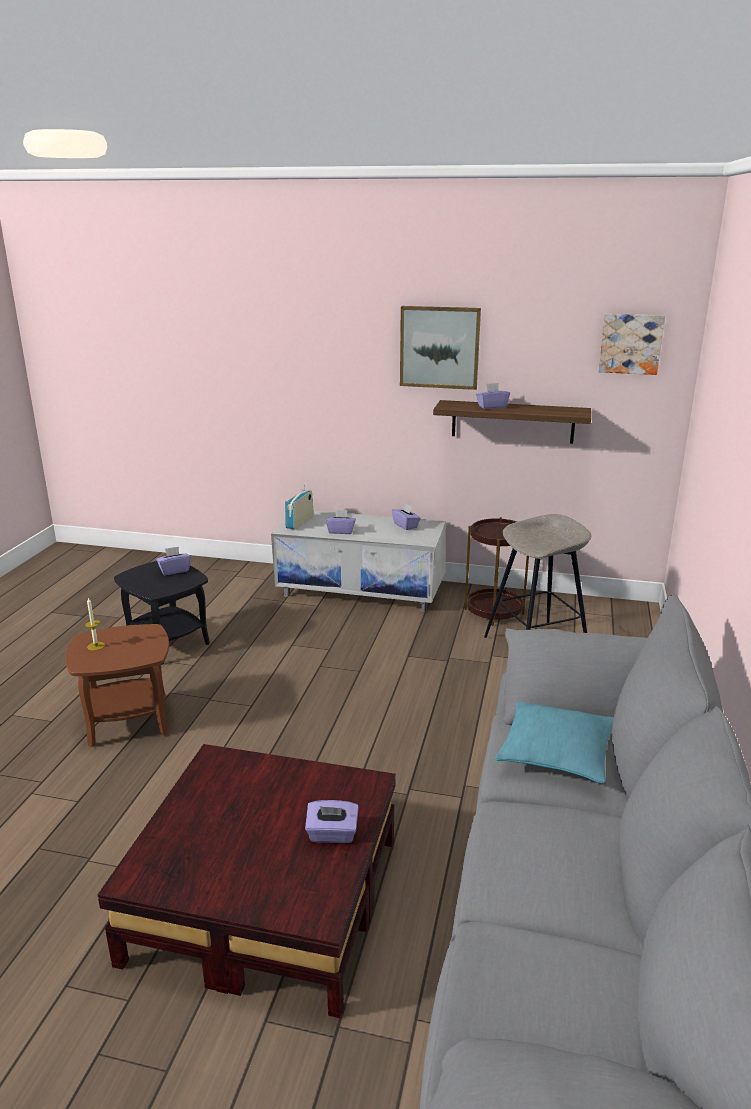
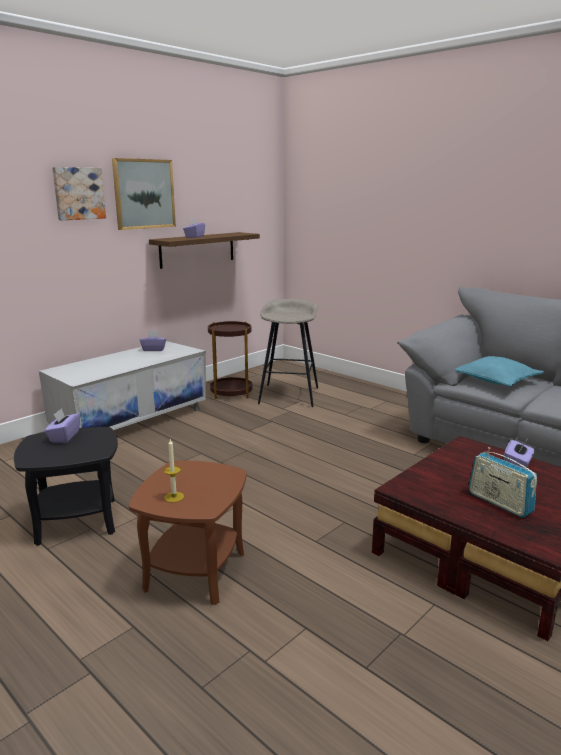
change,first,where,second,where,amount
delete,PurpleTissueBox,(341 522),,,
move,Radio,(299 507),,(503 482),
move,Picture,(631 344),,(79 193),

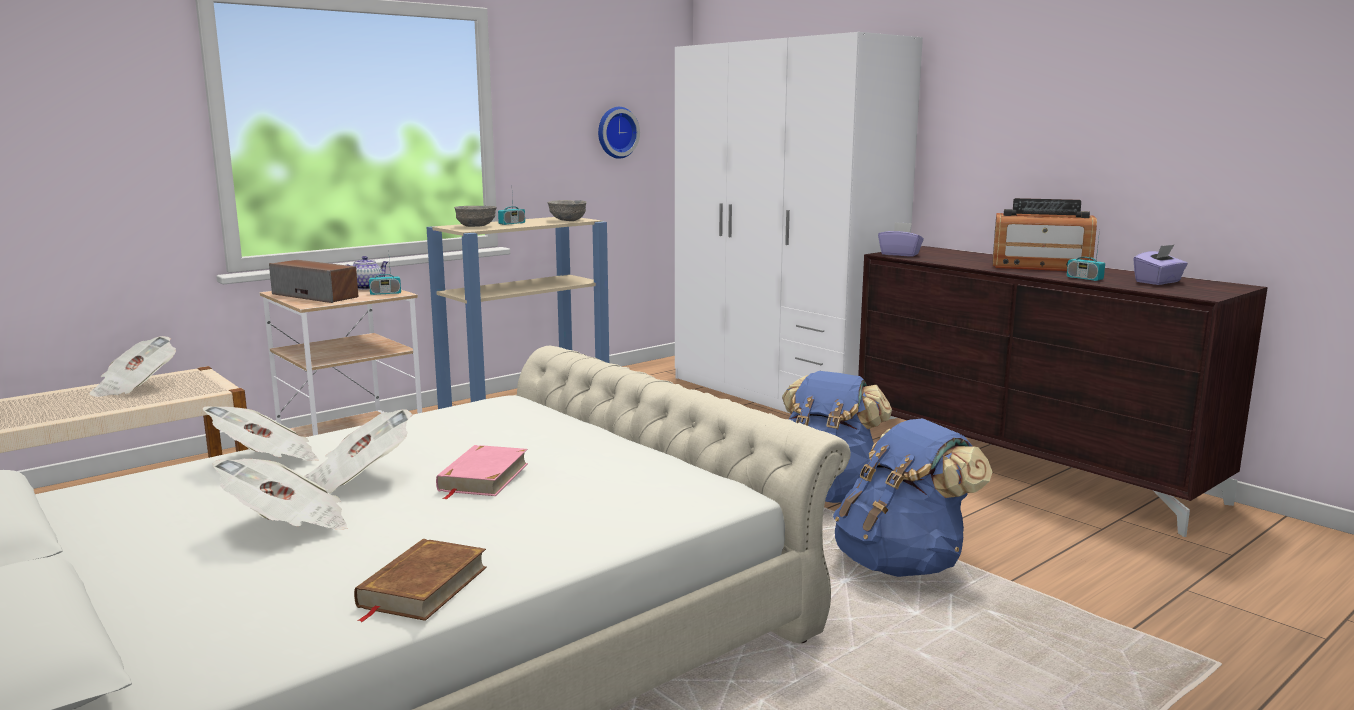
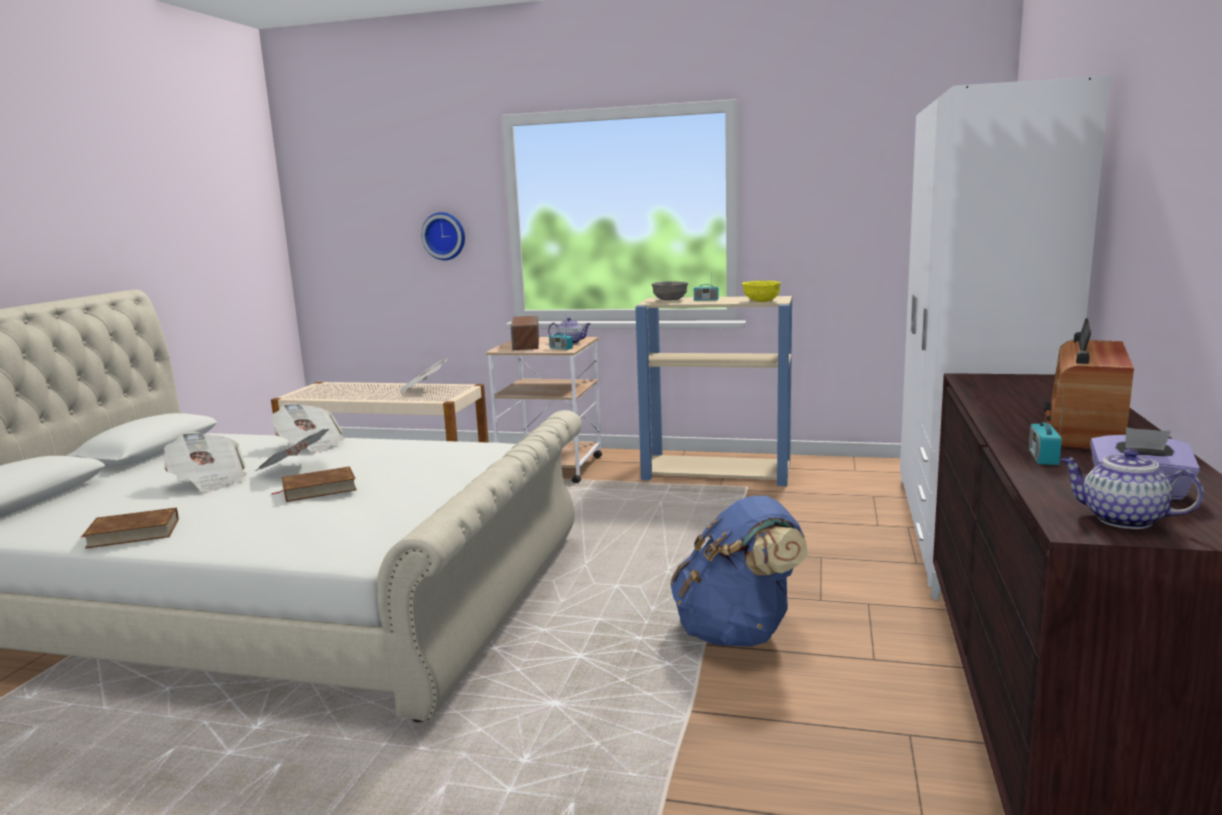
change,first,where,second,where,amount
delete,BlueBackpack,(912 497),,,
delete,PurpleTissueBox,(901 239),,,
insert,,,Teapot,(1132 489),
move,WallClock,(619 133),,(443 236),
recolor,PinkBook,(482 472),BrownBook,(314 484),
recolor,GreyBowl,(566 210),YellowBowl,(761 291),
rotate,Radio,(1045 234),,(1089 383),45 degrees clockwise

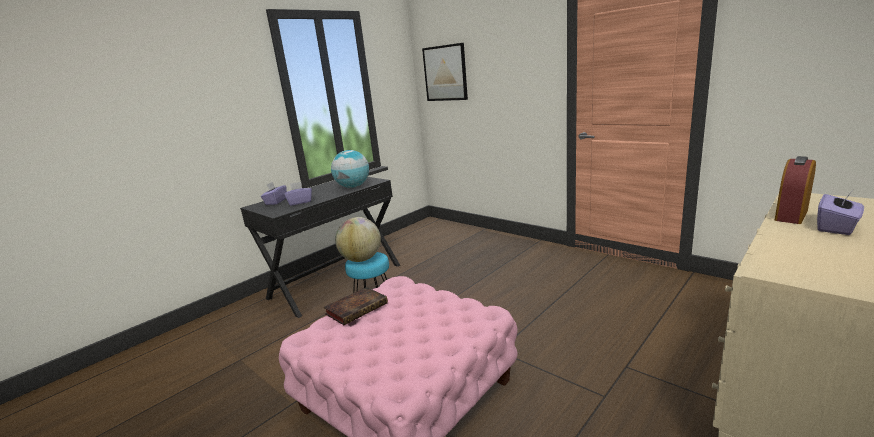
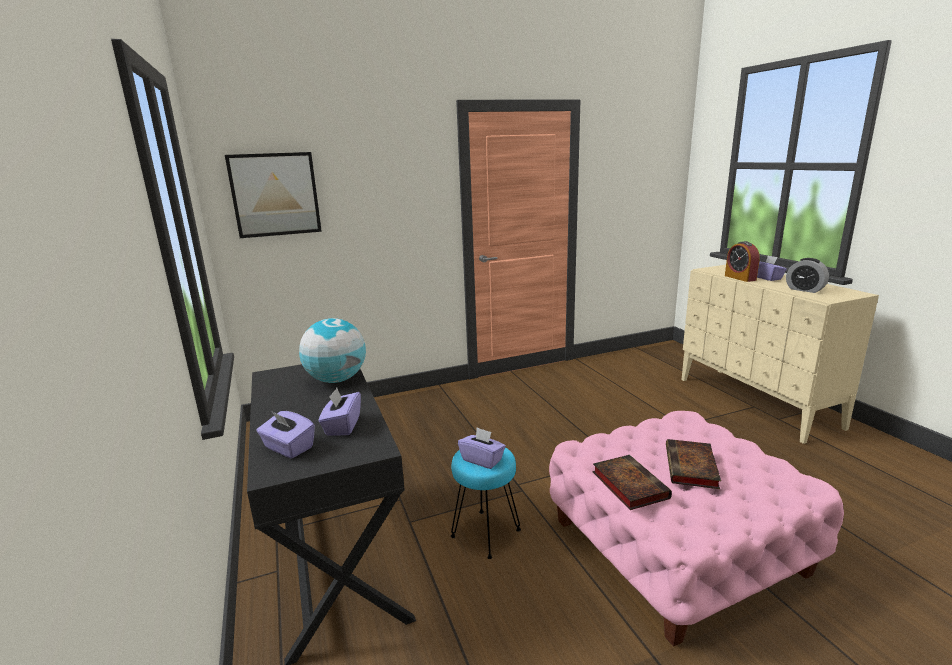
change,first,where,second,where,amount
insert,,,Book,(693 464),
insert,,,AlarmClock,(807 275),
replace,Globe,(358 239),PurpleTissueBox,(482 448),

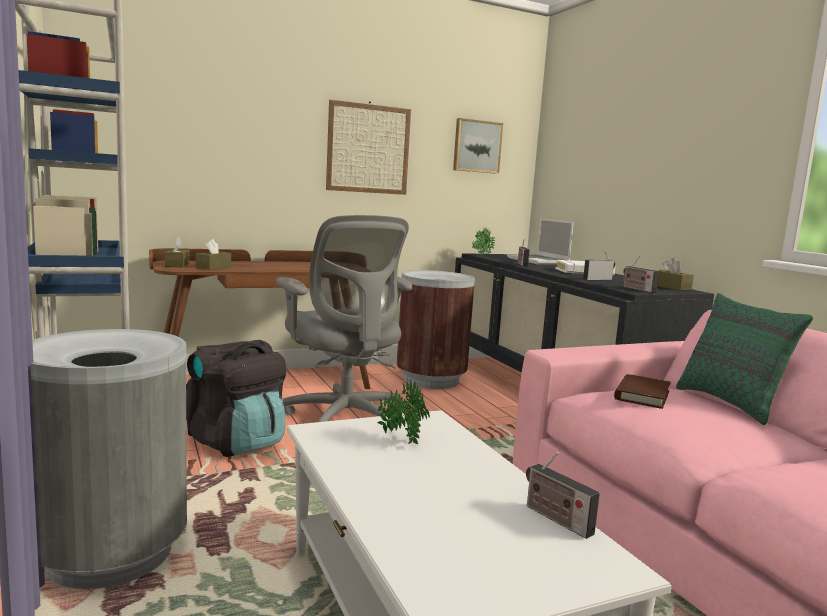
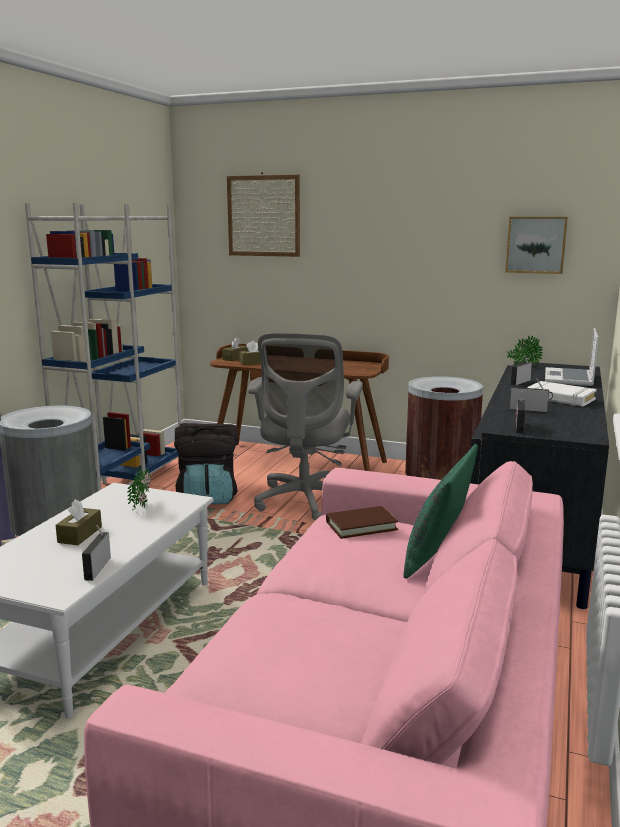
change,first,where,second,where,amount
move,Picture,(368 147),,(263 214),
move,BrownTissueBox,(675 274),,(78 522),

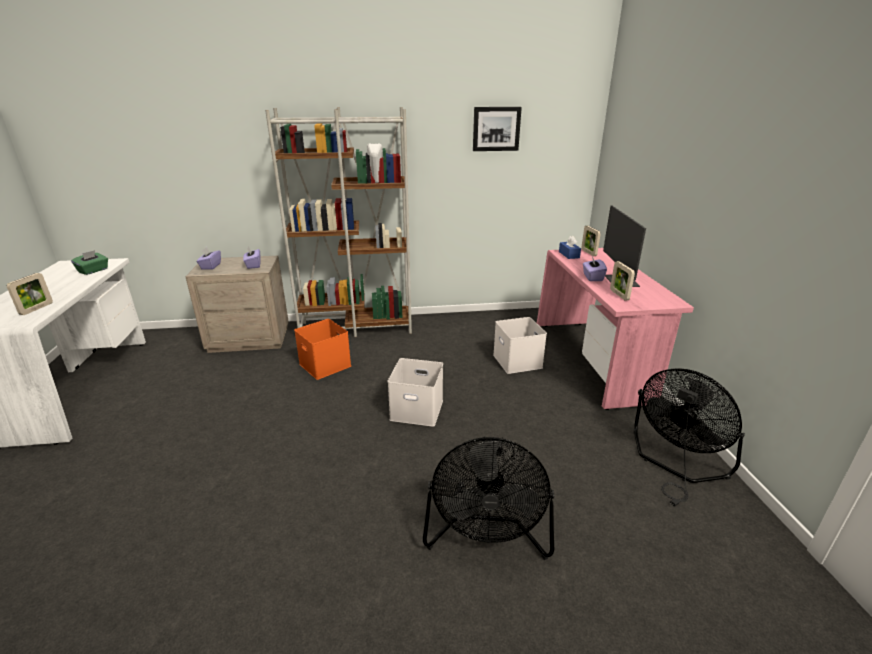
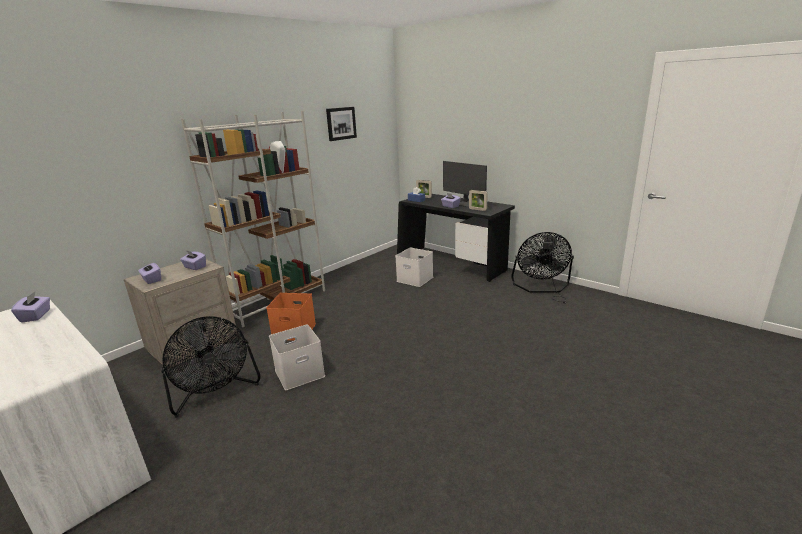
change,first,where,second,where,amount
delete,PictureFrame,(30 294),,,
move,WhiteStorageBox,(415 392),,(297 357),
move,BlackFan,(488 498),,(210 367),
recolor,GreenTissueBox,(89 262),PurpleTissueBox,(30 307),
recolor,PinkDesk,(615 329),BlackDesk,(456 238),

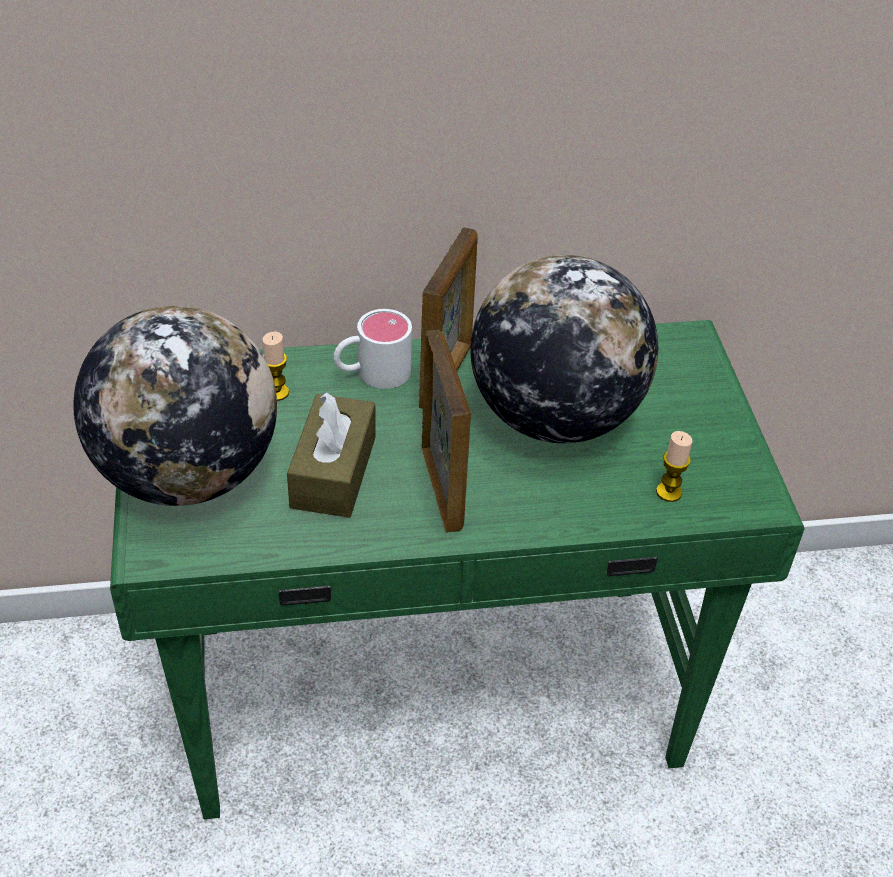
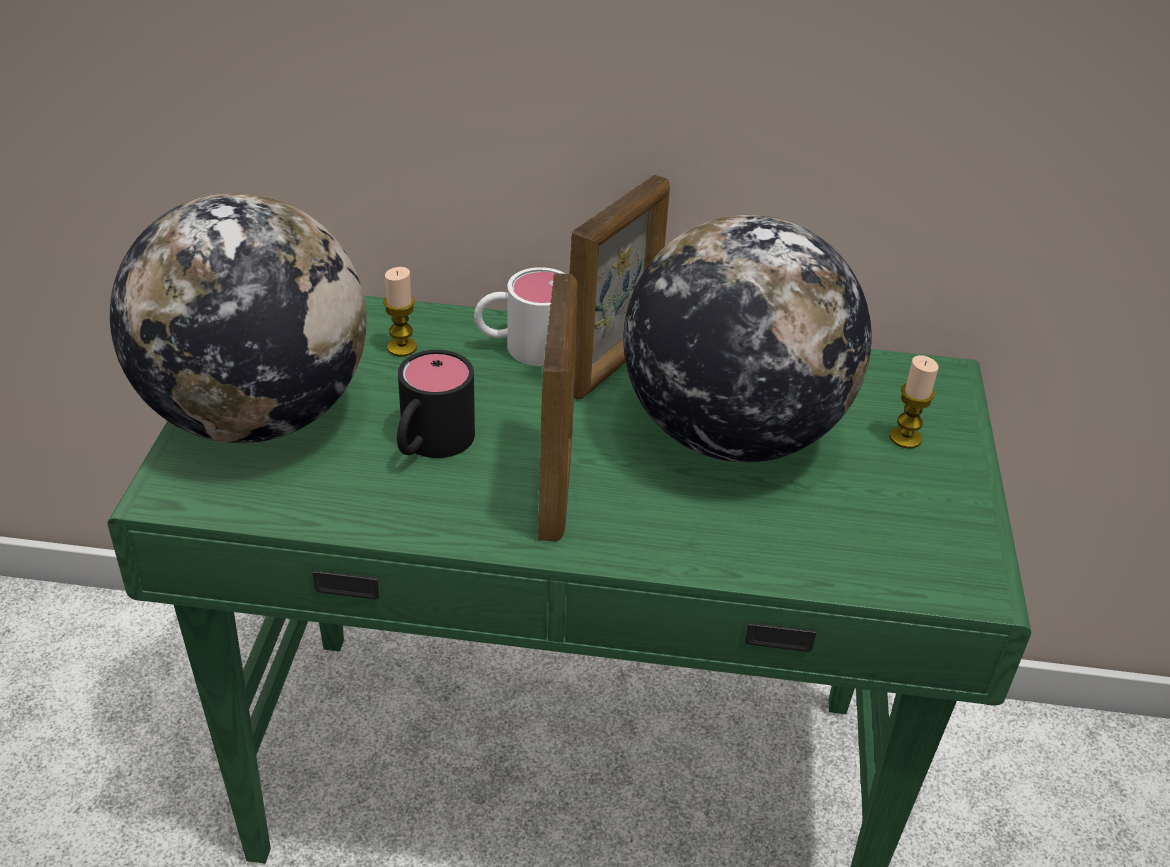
change,first,where,second,where,amount
move,Candle,(674 466),,(914 402),
replace,BrownTissueBox,(331 455),BlackMug,(436 404),

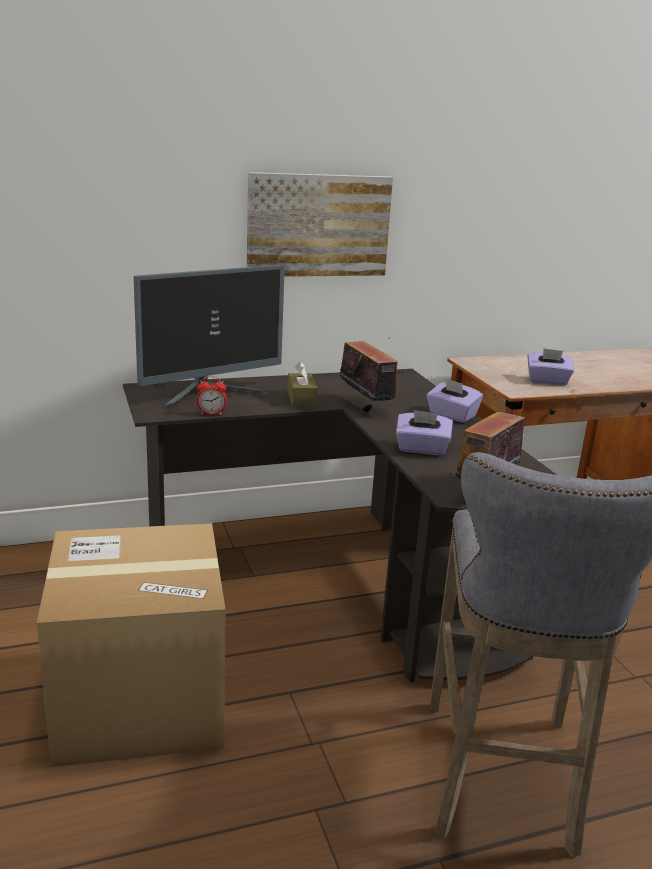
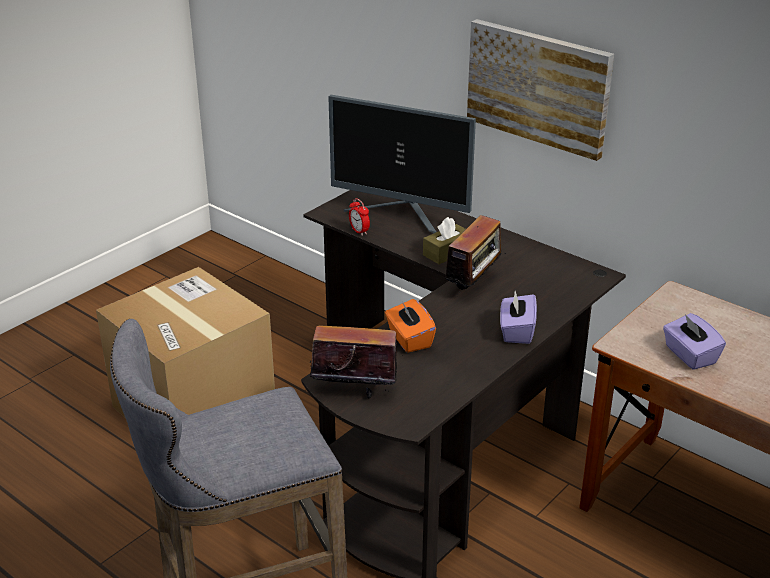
change,first,where,second,where,amount
recolor,PurpleTissueBox,(424 432),OrangeTissueBox,(410 326),

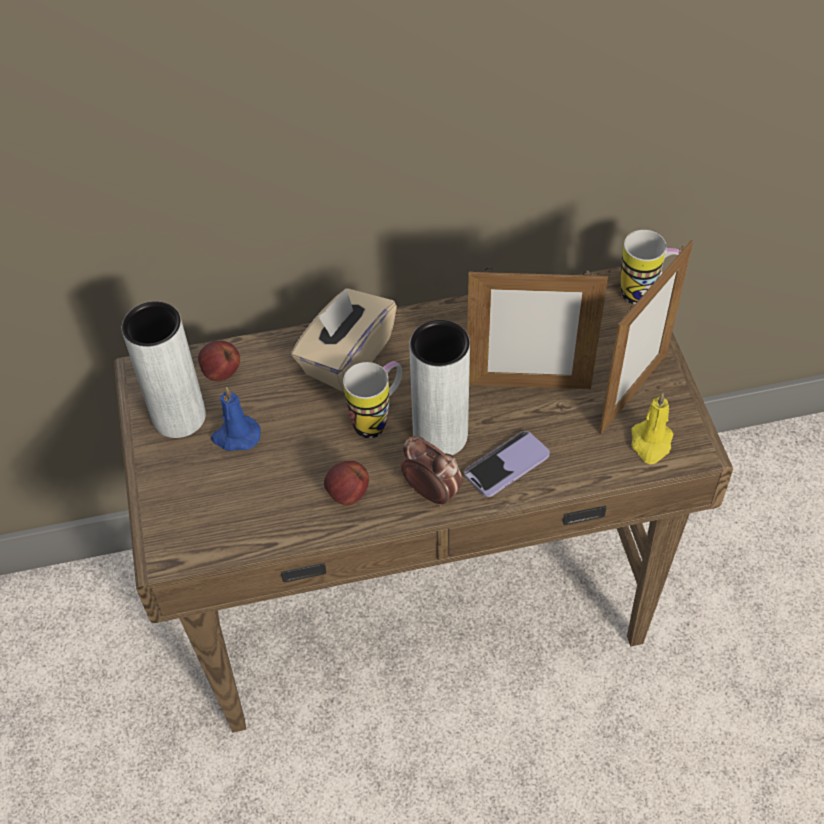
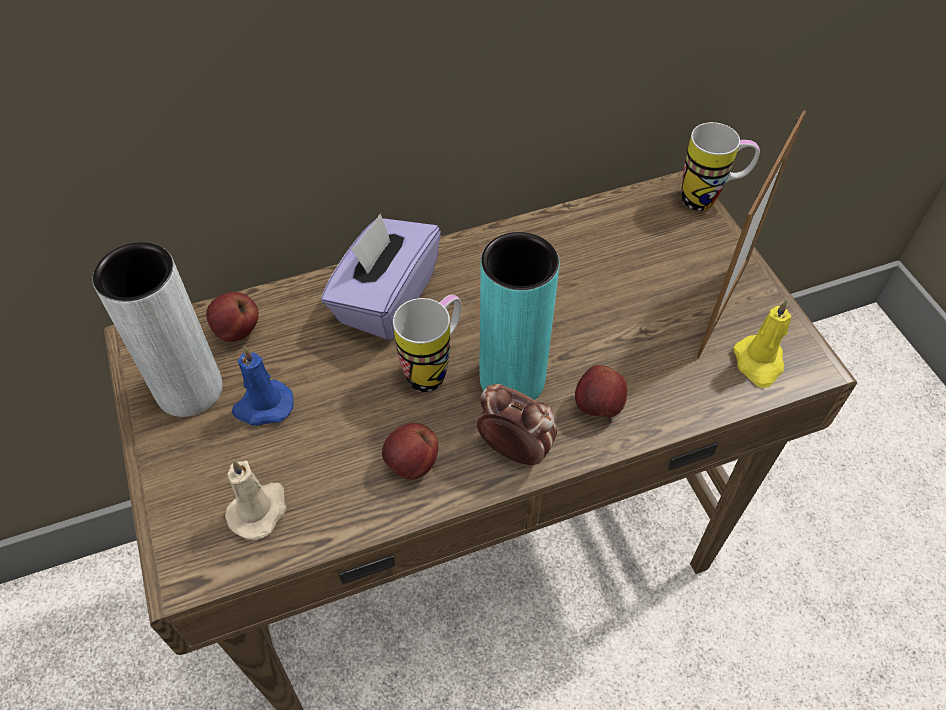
change,first,where,second,where,amount
delete,PictureFrame,(537 328),,,
insert,,,BeigeCandle,(256 499),
replace,Phone,(507 464),Apple,(601 391),
recolor,BeigeTissueBox,(344 340),PurpleTissueBox,(381 276),
recolor,GreyVase,(439 387),TurquoiseVase,(519 316),

